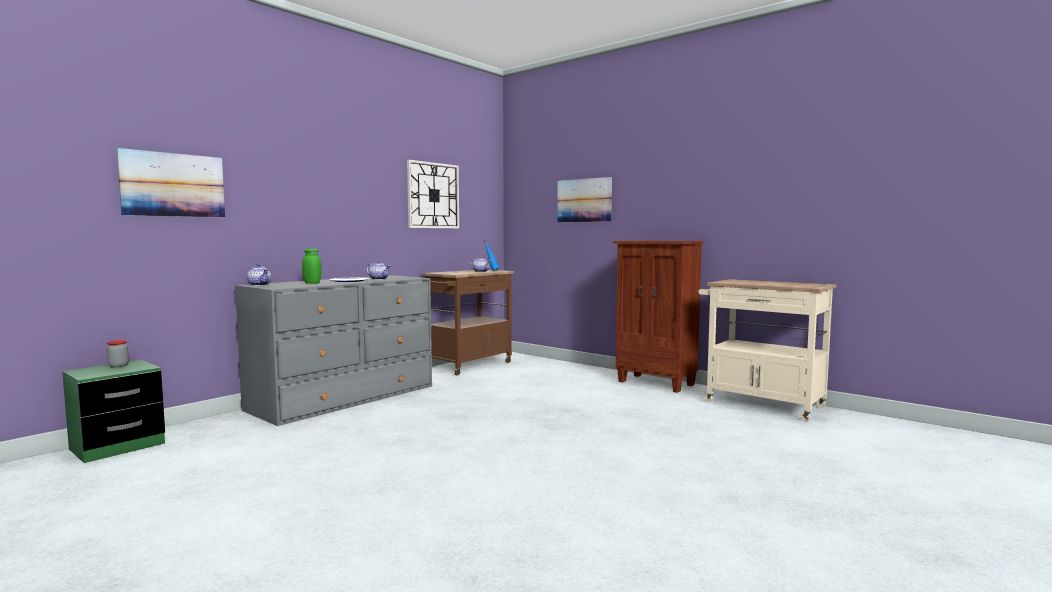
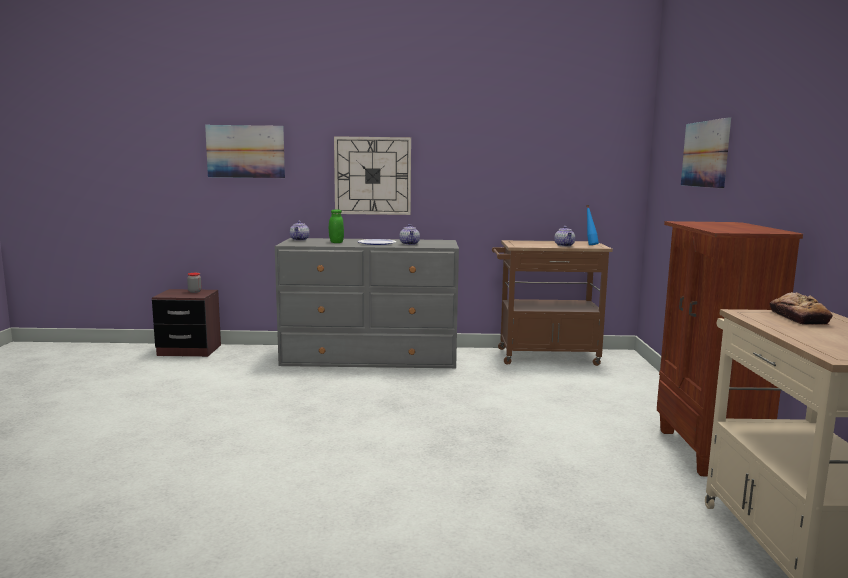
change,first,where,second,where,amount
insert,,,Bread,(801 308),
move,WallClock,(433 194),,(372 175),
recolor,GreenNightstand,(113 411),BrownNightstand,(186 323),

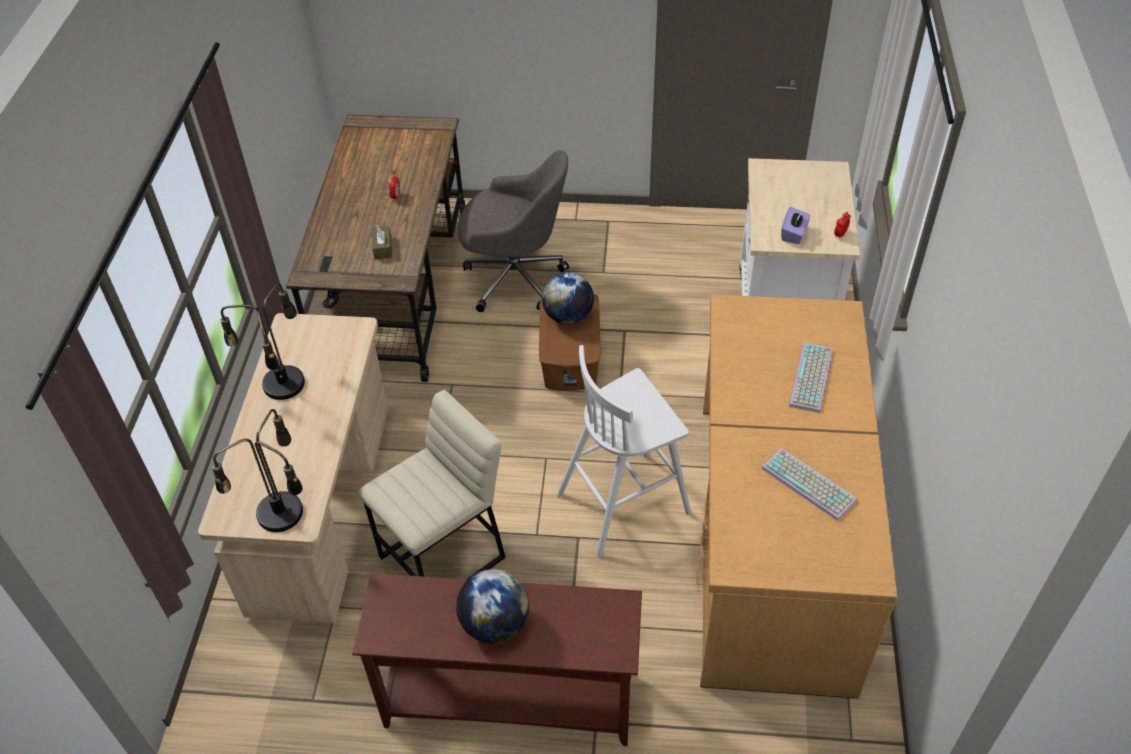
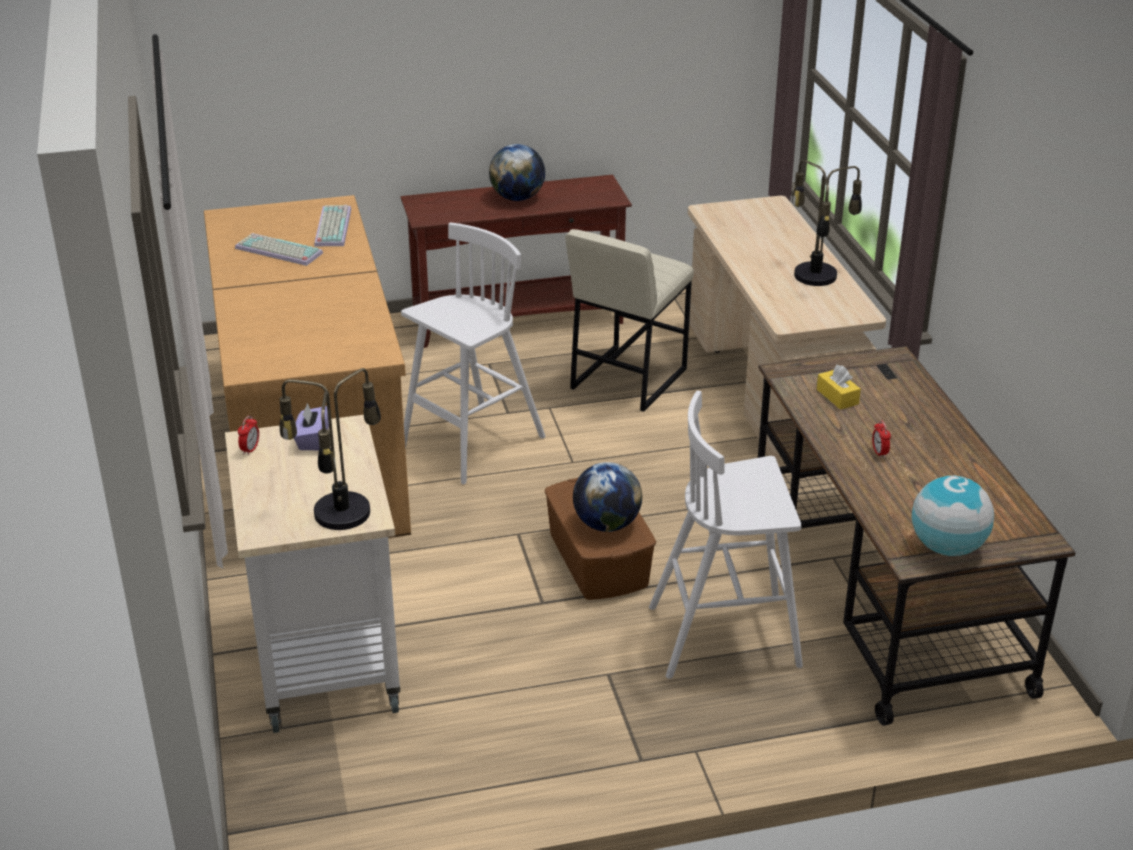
change,first,where,second,where,amount
insert,,,Globe,(953 516),
move,TableLamp,(257 470),,(330 449),
move,Keyboard,(811 378),,(332 225),
replace,GreyOfficeChair,(513 231),WhiteStool,(726 535),
recolor,BrownTissueBox,(382 242),YellowTissueBox,(839 387),

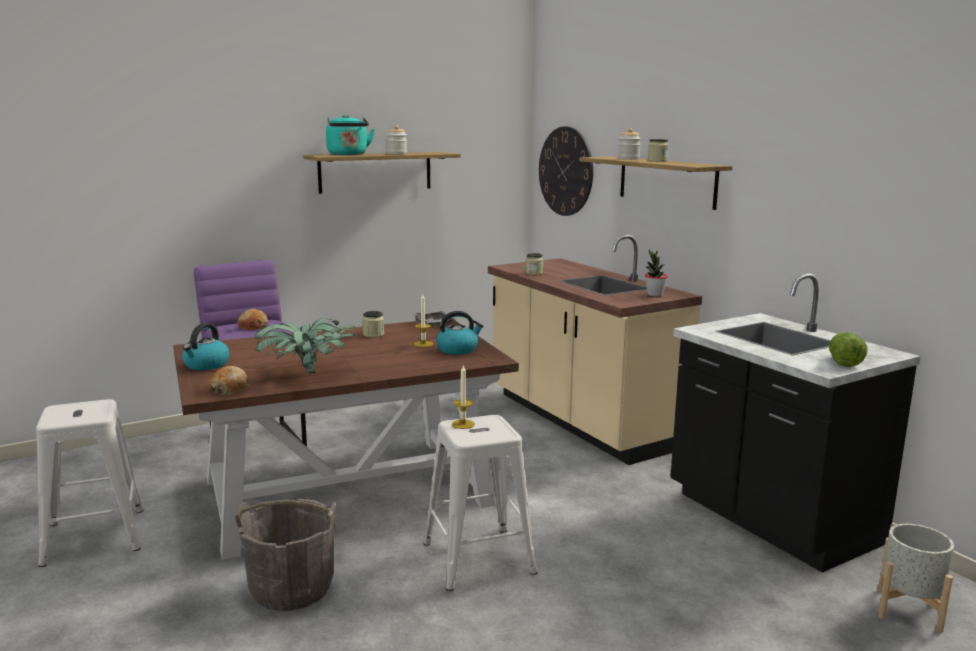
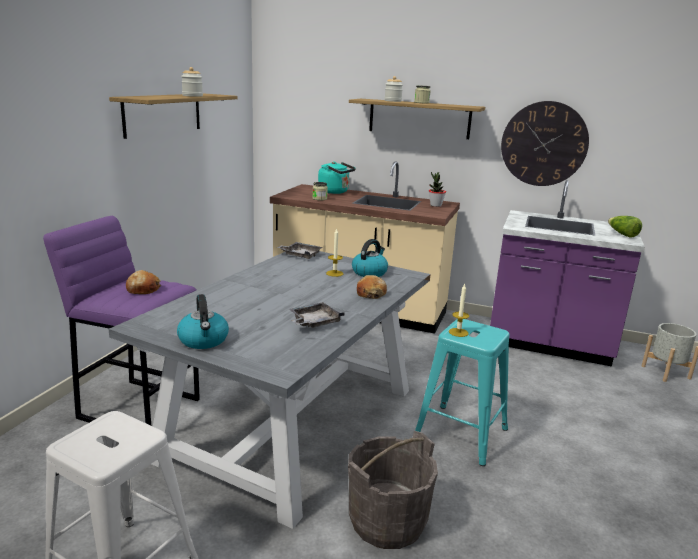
change,first,where,second,where,amount
delete,Jar,(373 324),,,
move,Bread,(230 380),,(372 287),
move,TurquoiseKettle,(350 134),,(337 177),
move,WallClock,(566 171),,(545 143),
replace,PottedPlant,(305 345),GreyTray,(317 315),
recolor,BrownDiningTable,(346 440),GreyDiningTable,(269 390),
recolor,WhiteStool,(480 503),TurquoiseStool,(462 392),
recolor,BlackCounter,(795 422),PurpleCounter,(567 273),

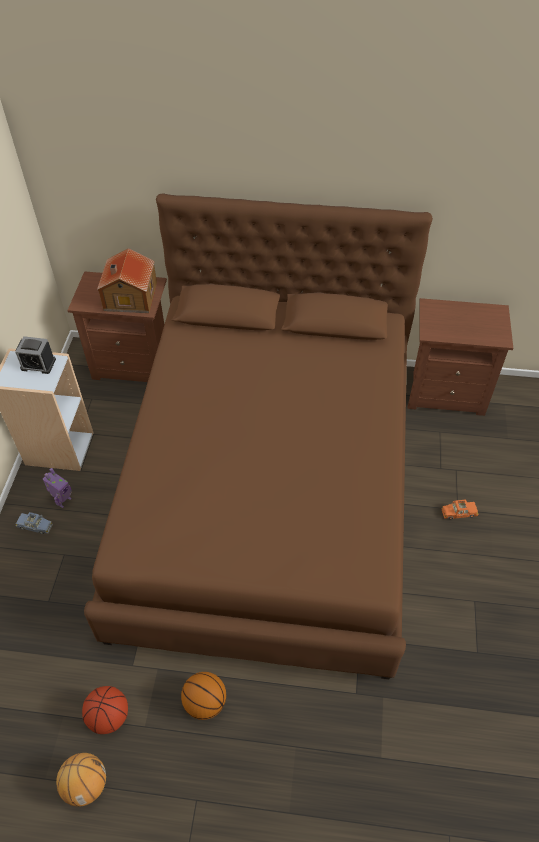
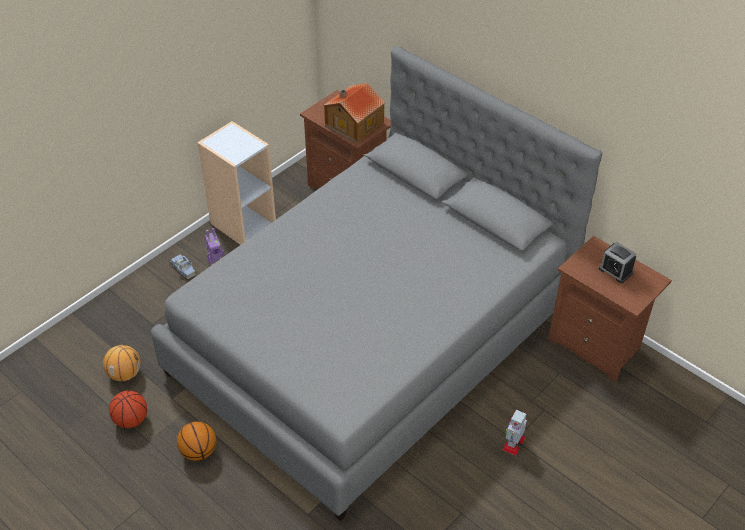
change,first,where,second,where,amount
move,AlarmClock,(35 355),,(617 262),
move,Basketball,(81 780),,(122 363),
replace,OrangeToyCar,(460 510),ToyRobot,(514 433),
recolor,BrownBed,(258 436),GreyBed,(376 283),

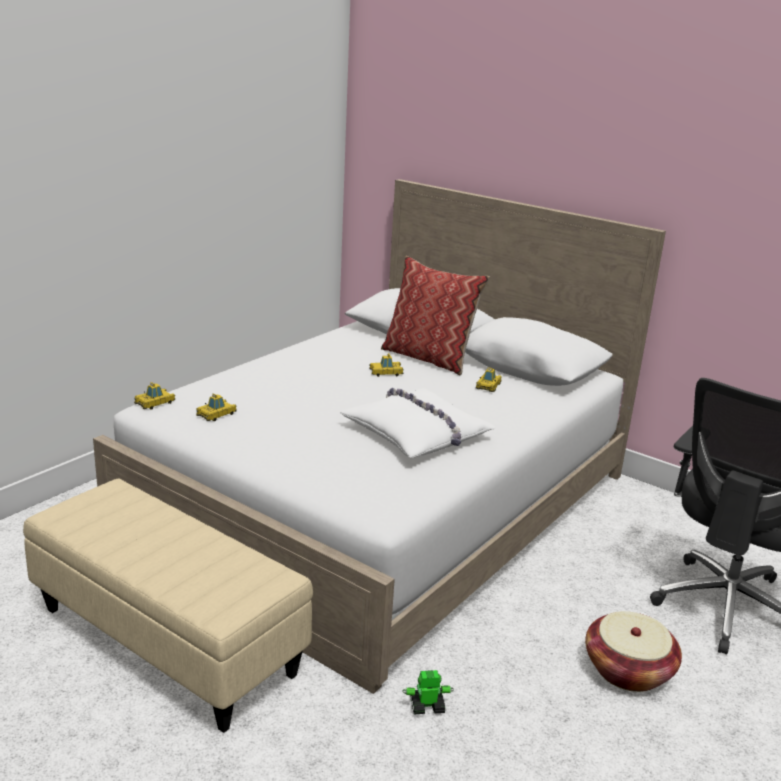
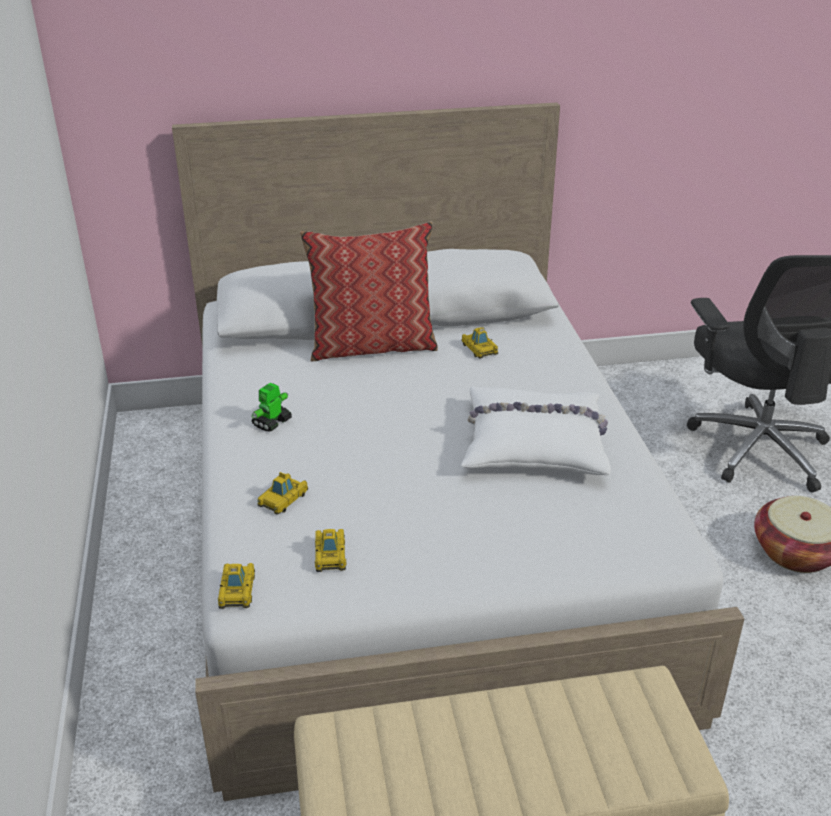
change,first,where,second,where,amount
move,ToyCar,(386 365),,(282 493),
move,ToyRobot,(428 692),,(271 407),

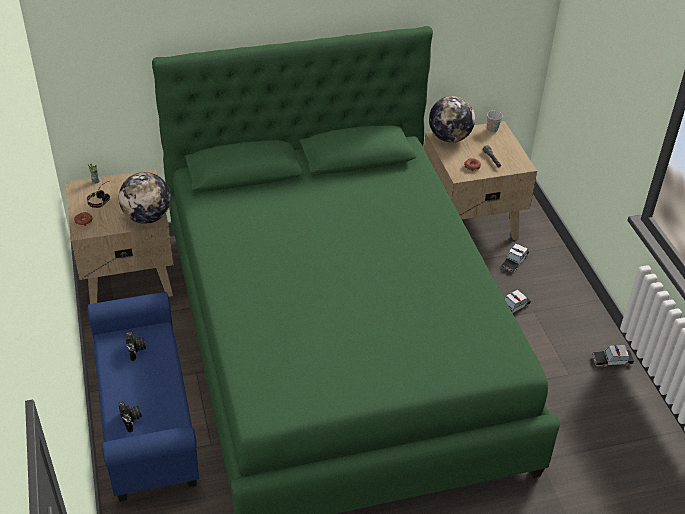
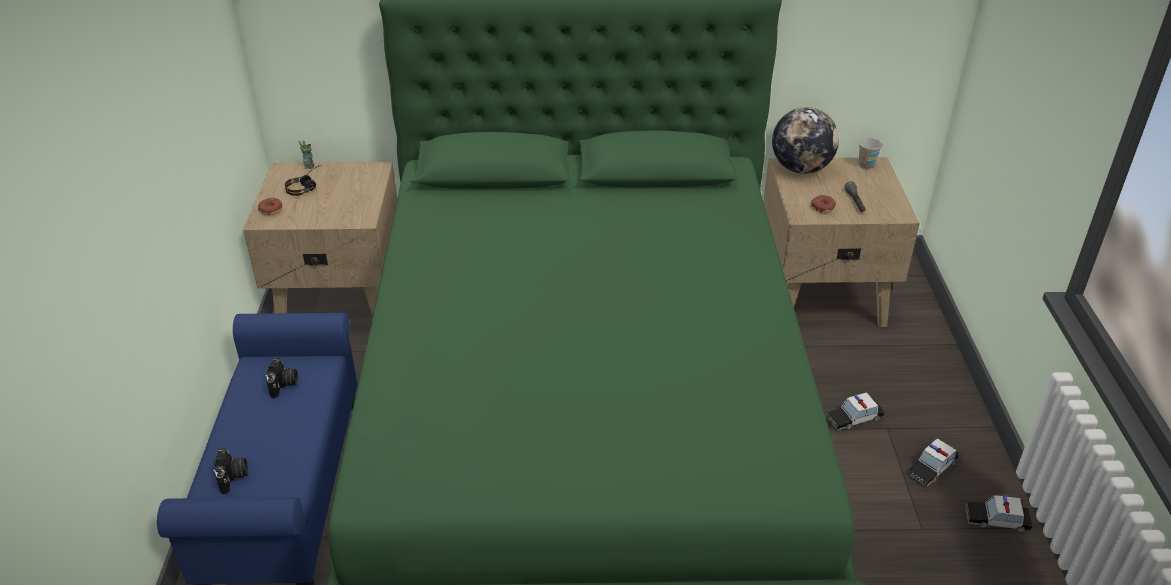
change,first,where,second,where,amount
delete,Globe,(145 198),,,
move,ToyCar,(515 258),,(933 462),

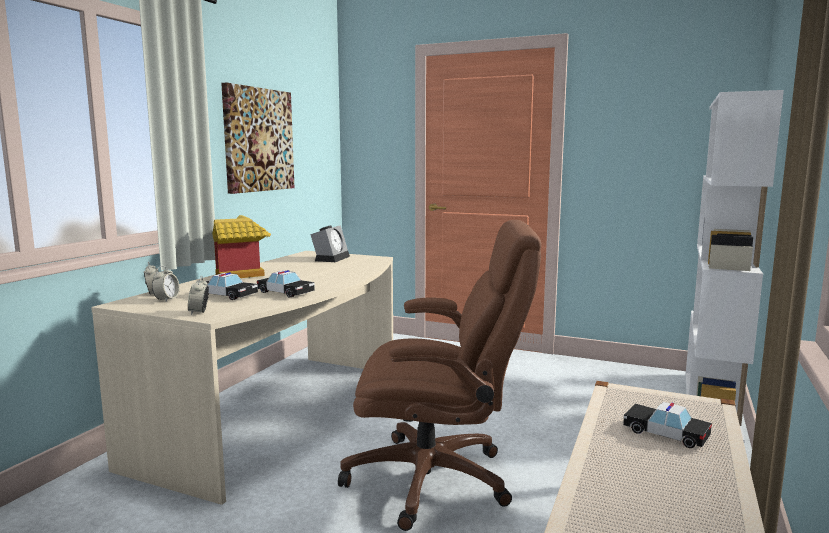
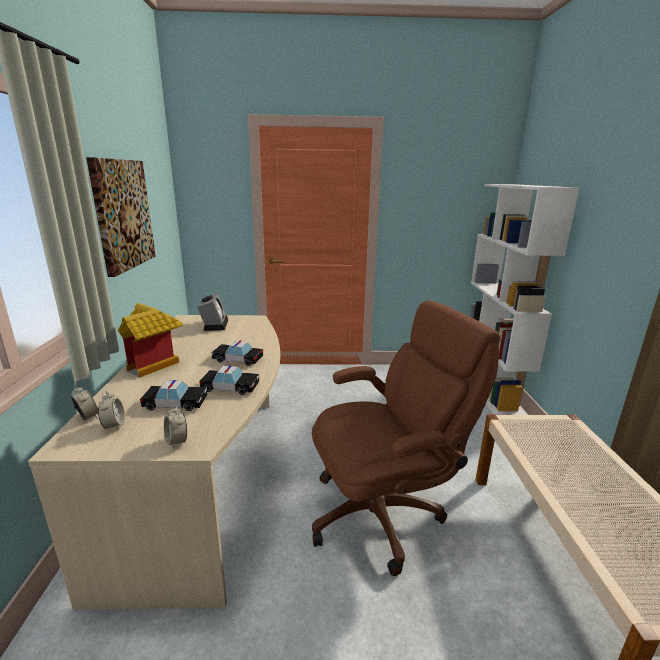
change,first,where,second,where,amount
move,ToyCar,(667 425),,(237 353),

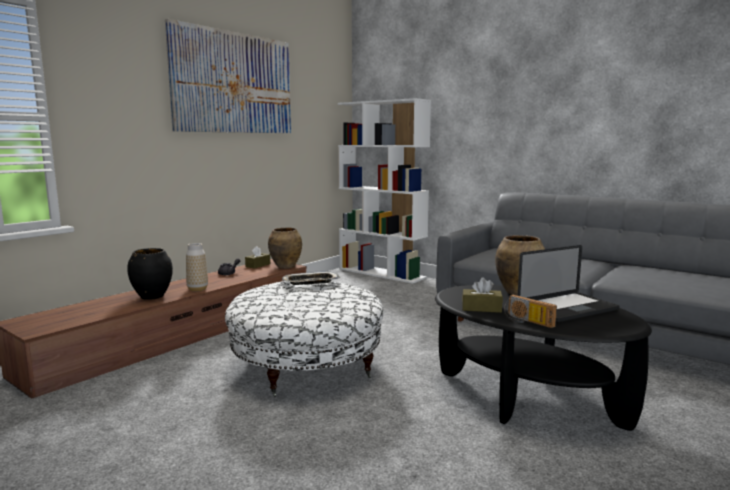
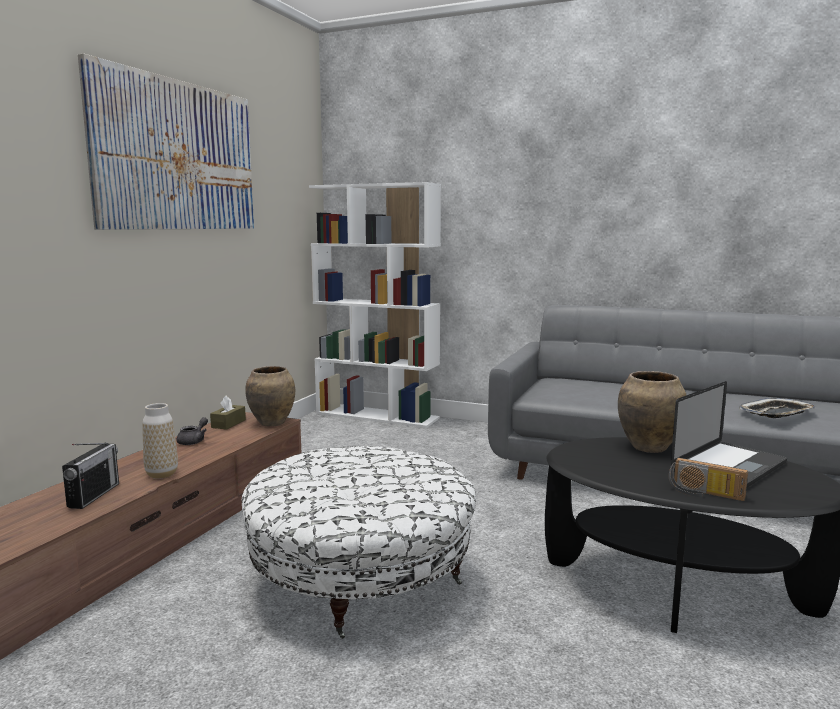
change,first,where,second,where,amount
delete,BrownTissueBox,(482 295),,,
move,Tray,(311 278),,(777 408),
replace,BlackVase,(150 274),Radio,(90 475),

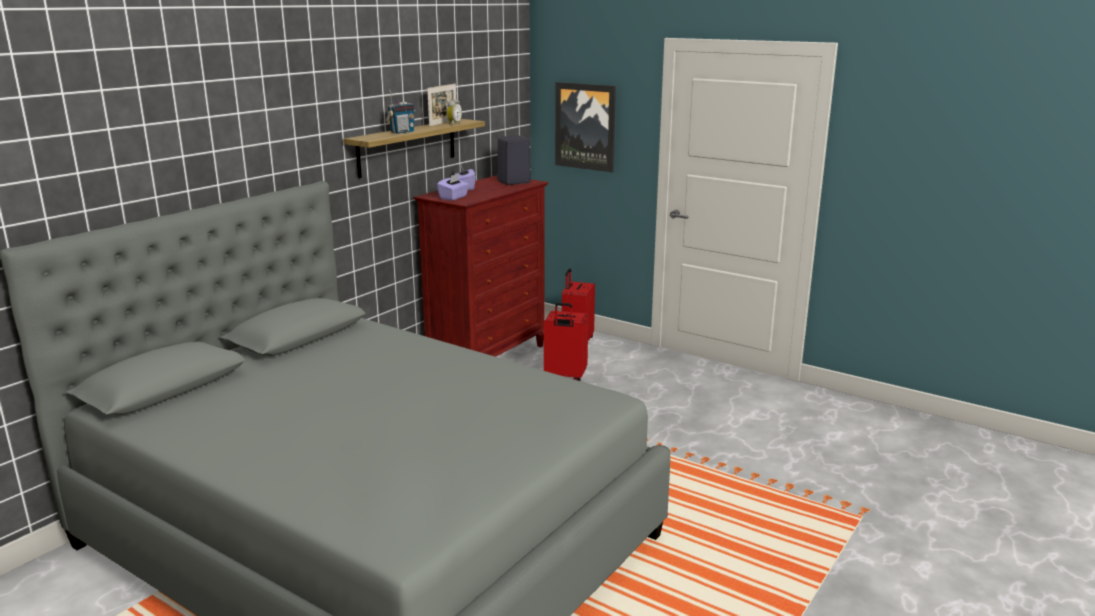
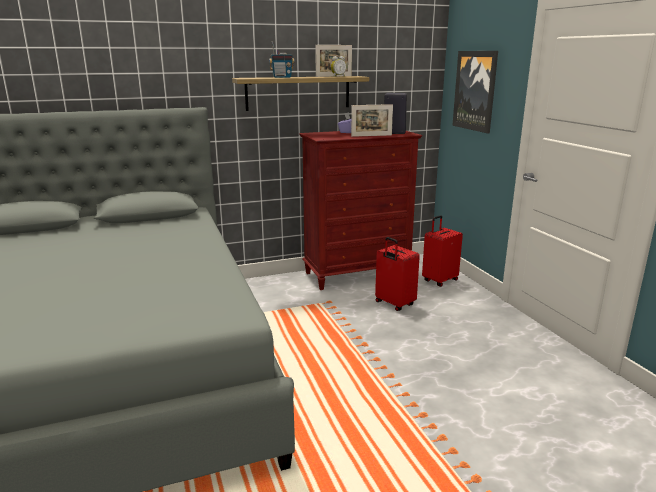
change,first,where,second,where,amount
delete,PurpleTissueBox,(453 186),,,
insert,,,PictureFrame,(372 120),

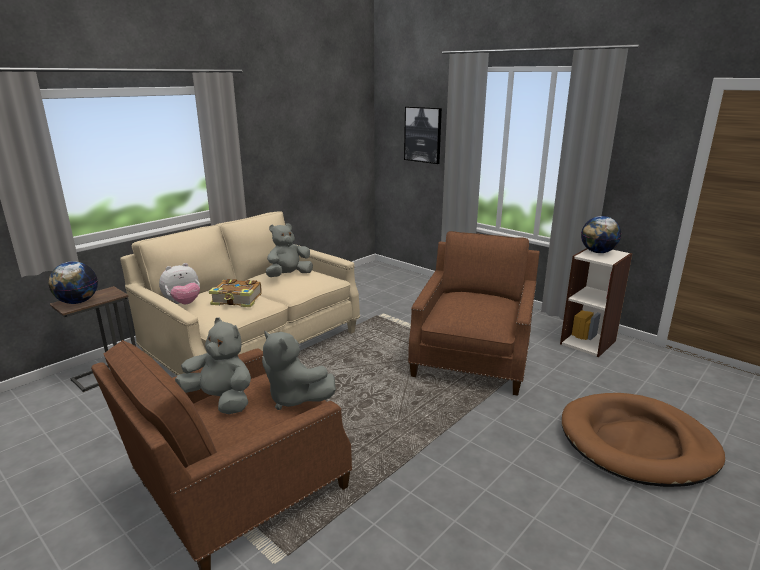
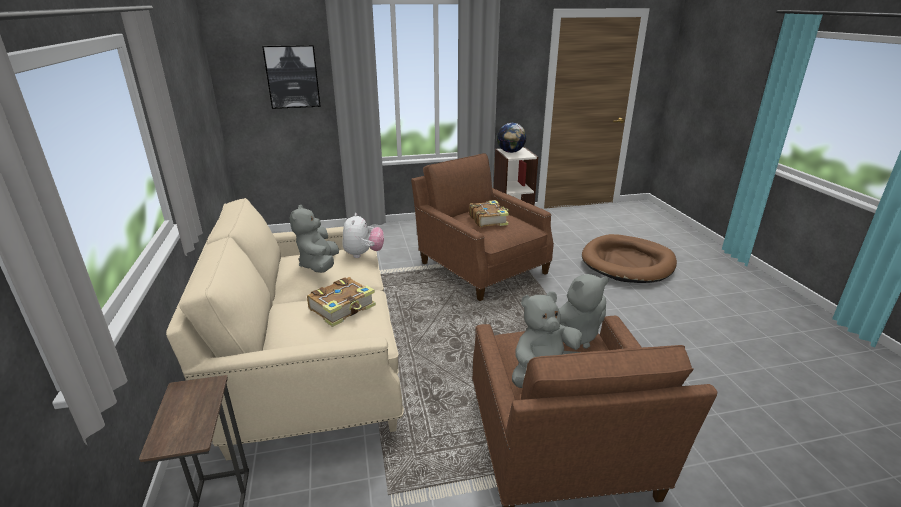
change,first,where,second,where,amount
delete,Globe,(73 282),,,
insert,,,Book,(489 213),
move,PlushToy,(179 283),,(363 235),

